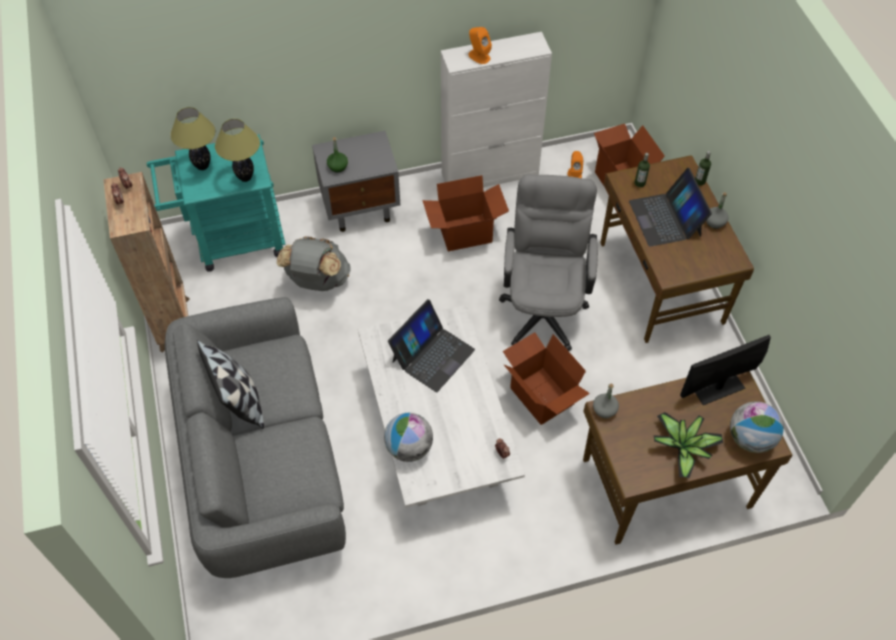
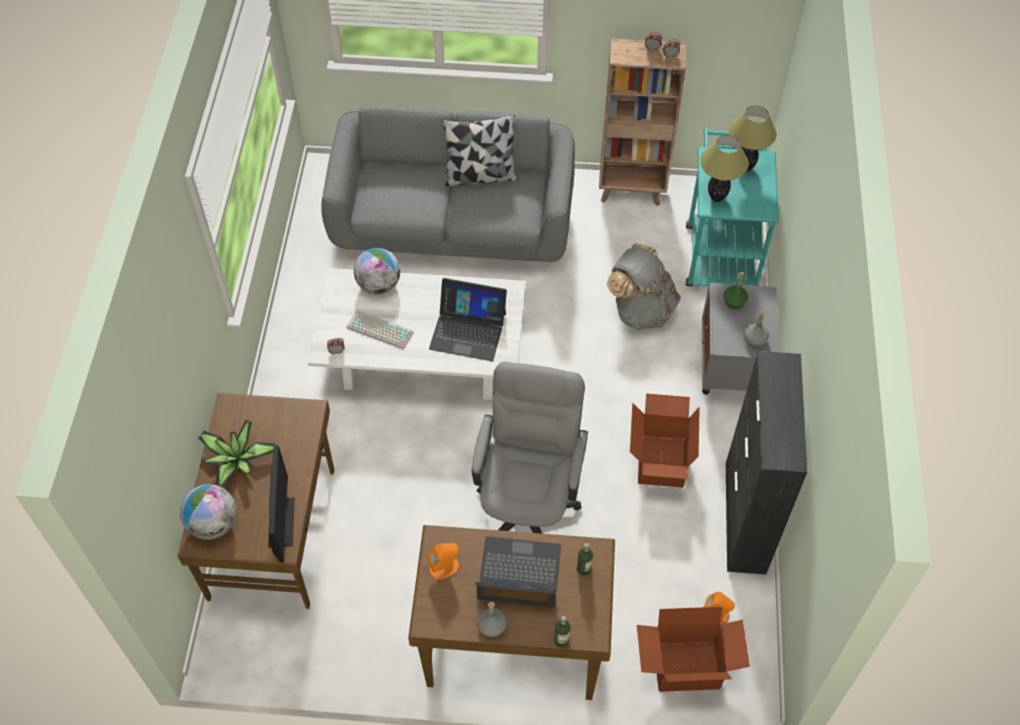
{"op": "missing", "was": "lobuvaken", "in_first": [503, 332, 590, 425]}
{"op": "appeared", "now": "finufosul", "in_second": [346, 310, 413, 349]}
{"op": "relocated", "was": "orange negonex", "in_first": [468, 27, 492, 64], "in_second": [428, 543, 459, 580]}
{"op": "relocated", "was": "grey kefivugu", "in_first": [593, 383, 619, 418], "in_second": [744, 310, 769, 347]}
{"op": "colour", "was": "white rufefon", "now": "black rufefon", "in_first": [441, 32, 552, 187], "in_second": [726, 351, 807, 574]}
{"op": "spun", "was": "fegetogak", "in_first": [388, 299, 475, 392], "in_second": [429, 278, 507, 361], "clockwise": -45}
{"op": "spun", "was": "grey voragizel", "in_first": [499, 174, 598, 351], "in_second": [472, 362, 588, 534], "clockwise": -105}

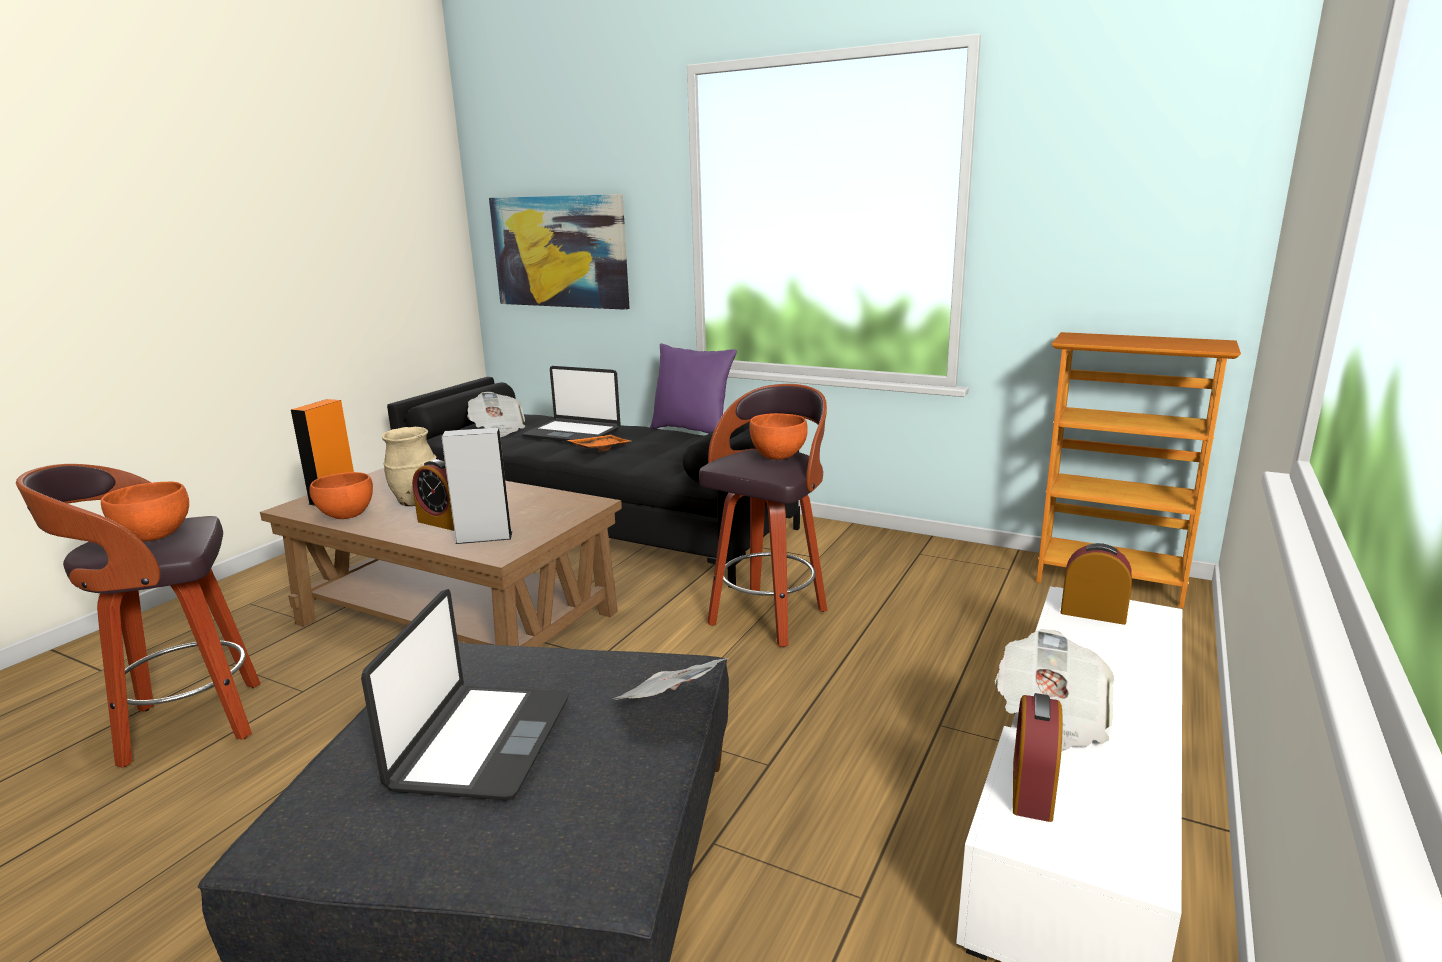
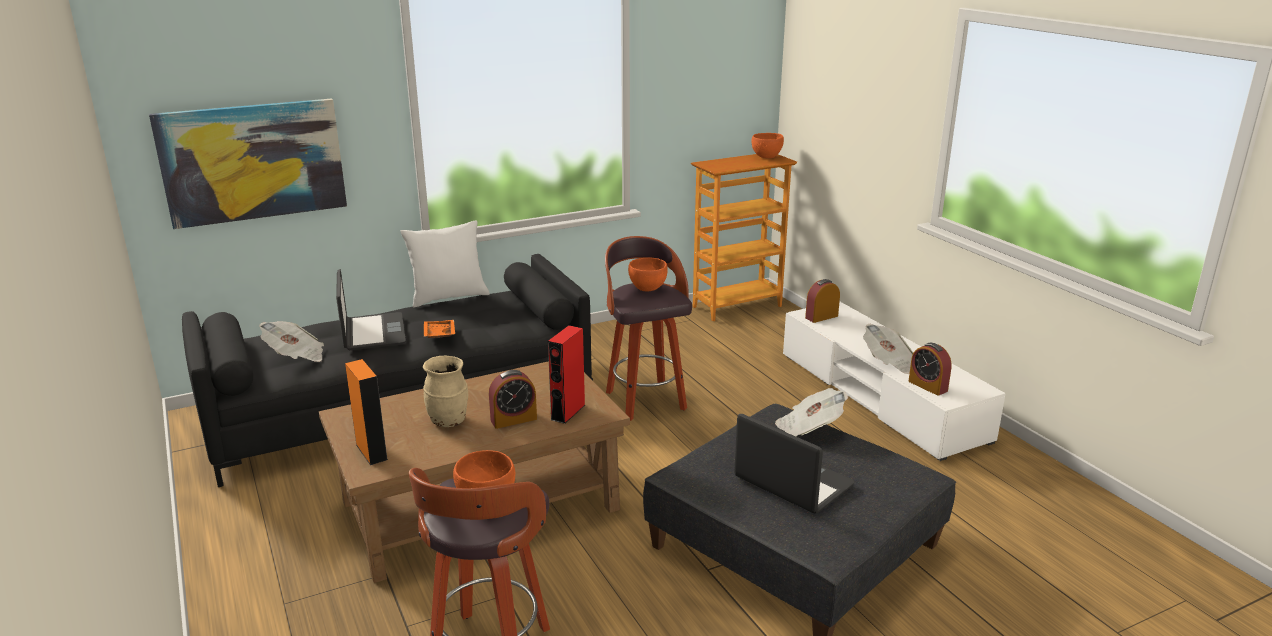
{"op": "relocated", "was": "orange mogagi", "in_first": [309, 472, 373, 519], "in_second": [751, 133, 784, 158]}
{"op": "colour", "was": "grey negonex", "now": "red negonex", "in_first": [441, 427, 512, 544], "in_second": [548, 325, 585, 424]}
{"op": "colour", "was": "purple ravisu", "now": "white ravisu", "in_first": [650, 343, 737, 433], "in_second": [401, 220, 490, 308]}
{"op": "spun", "was": "fegetogak", "in_first": [523, 366, 621, 442], "in_second": [336, 269, 406, 350], "clockwise": -75}

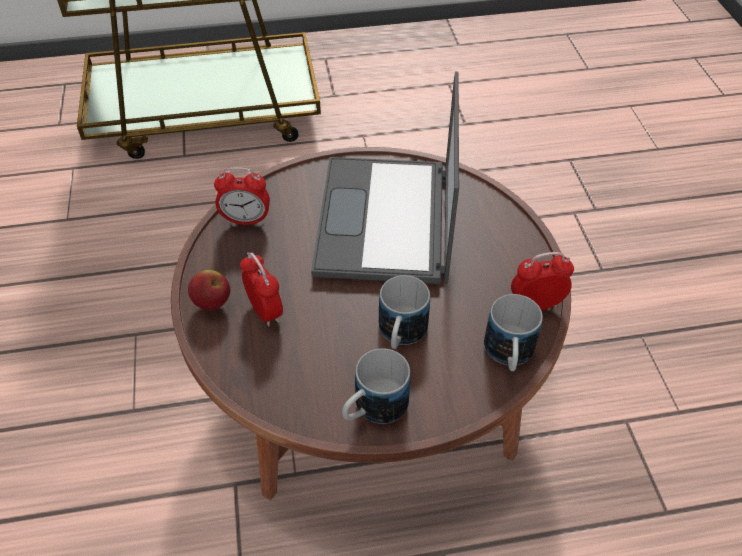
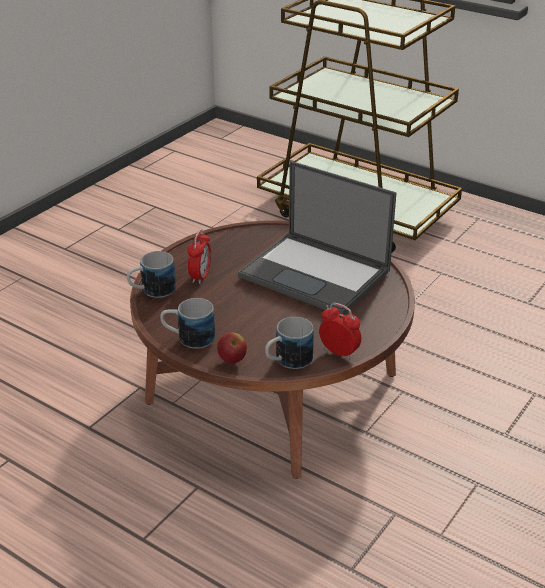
{"op": "missing", "was": "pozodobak", "in_first": [214, 167, 270, 225]}
{"op": "relocated", "was": "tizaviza", "in_first": [188, 270, 230, 310], "in_second": [217, 332, 247, 363]}
{"op": "relocated", "was": "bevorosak", "in_first": [379, 275, 430, 349], "in_second": [127, 251, 176, 298]}
{"op": "spun", "was": "fegetogak", "in_first": [311, 72, 459, 284], "in_second": [238, 161, 397, 315], "clockwise": -105}

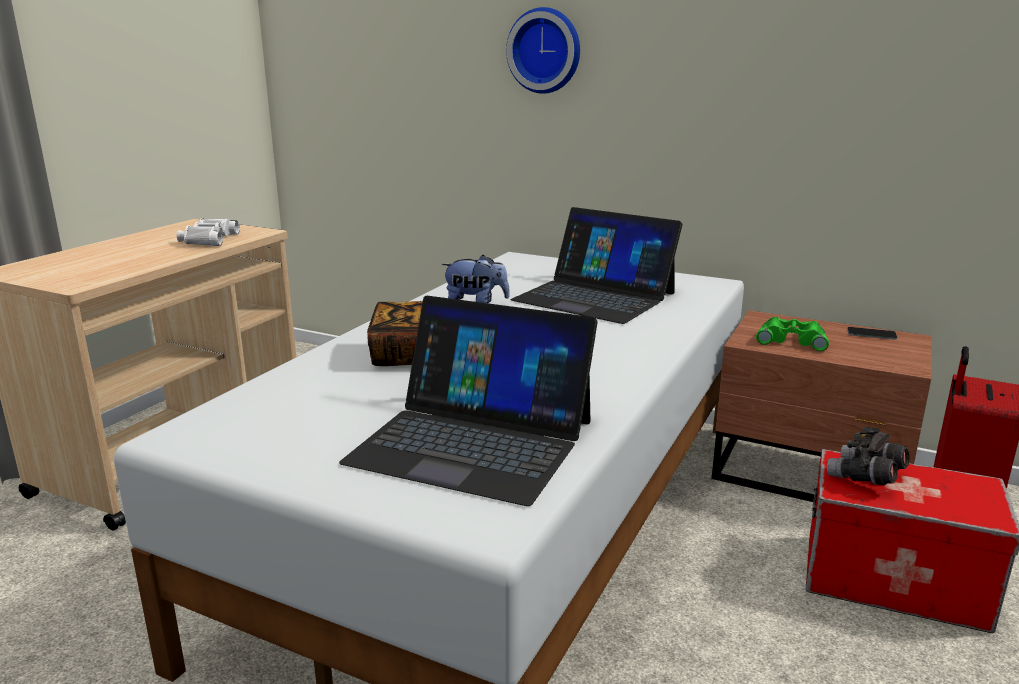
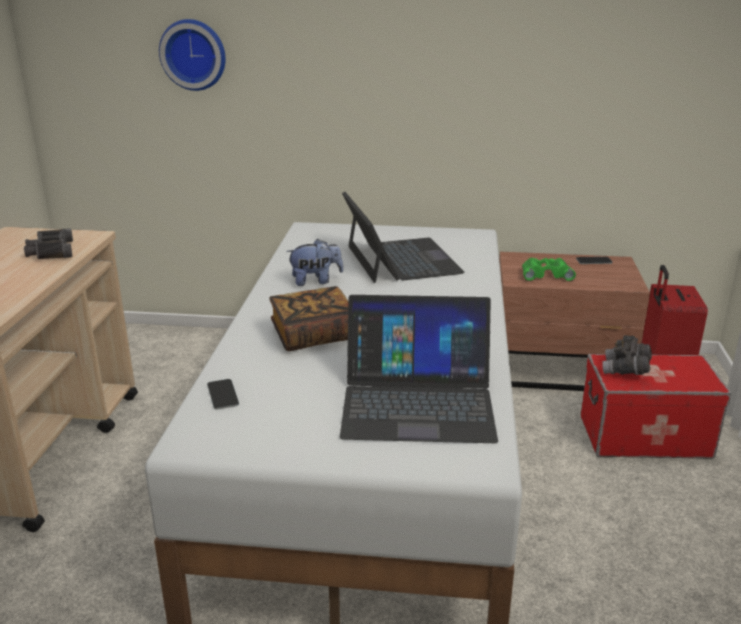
{"op": "appeared", "now": "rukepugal", "in_second": [207, 379, 239, 410]}
{"op": "relocated", "was": "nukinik", "in_first": [506, 7, 580, 94], "in_second": [159, 19, 226, 91]}
{"op": "colour", "was": "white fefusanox", "now": "black fefusanox", "in_first": [177, 219, 240, 246], "in_second": [24, 228, 73, 259]}
{"op": "spun", "was": "fegetogak", "in_first": [511, 207, 683, 324], "in_second": [342, 192, 465, 283], "clockwise": -120}

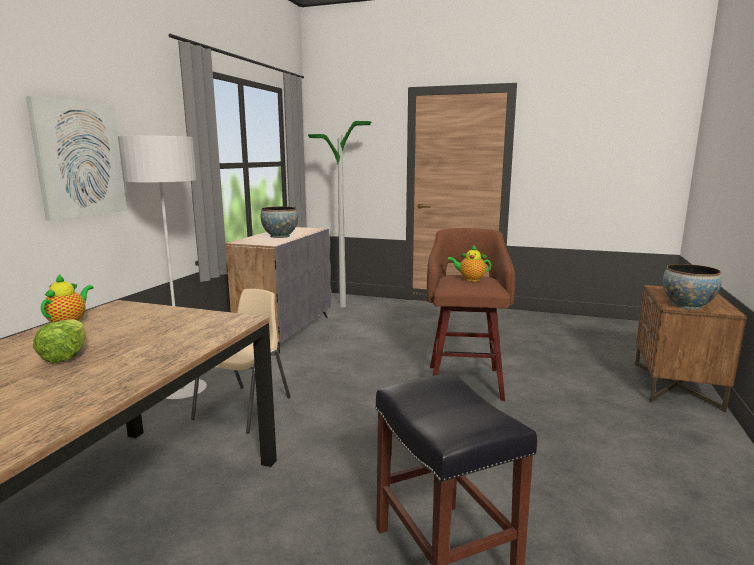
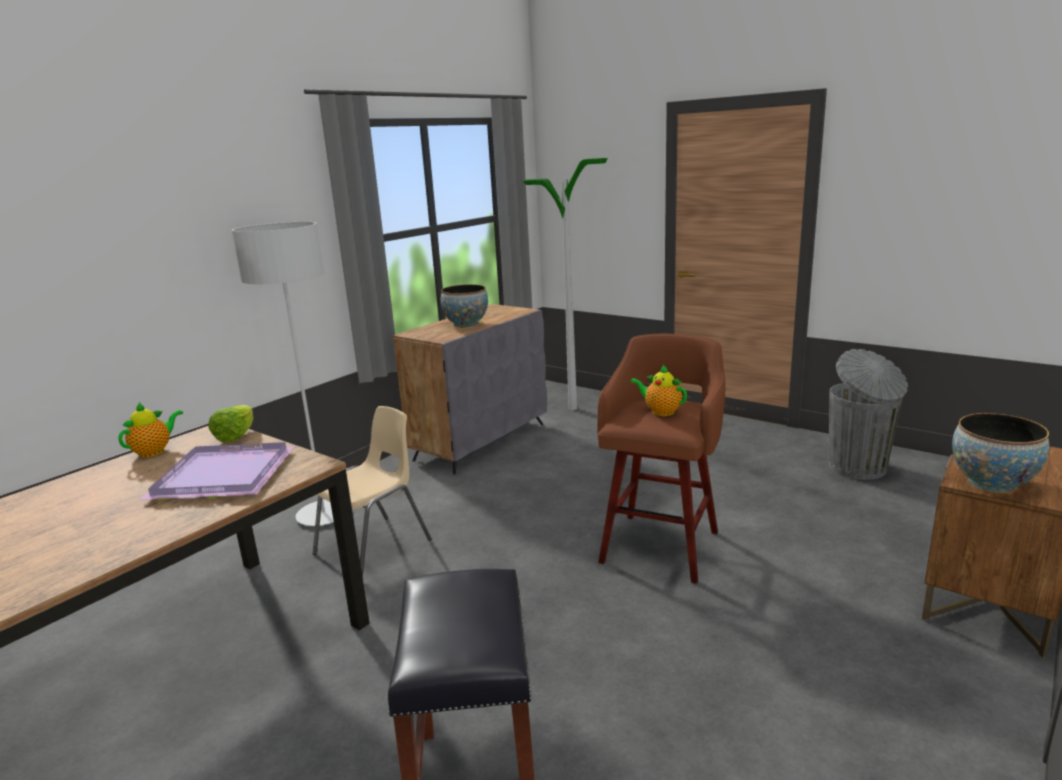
{"op": "missing", "was": "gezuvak", "in_first": [26, 96, 127, 221]}
{"op": "appeared", "now": "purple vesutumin", "in_second": [139, 442, 295, 501]}
{"op": "appeared", "now": "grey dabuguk", "in_second": [829, 349, 908, 480]}
{"op": "relocated", "was": "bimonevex", "in_first": [33, 319, 86, 363], "in_second": [208, 405, 253, 443]}

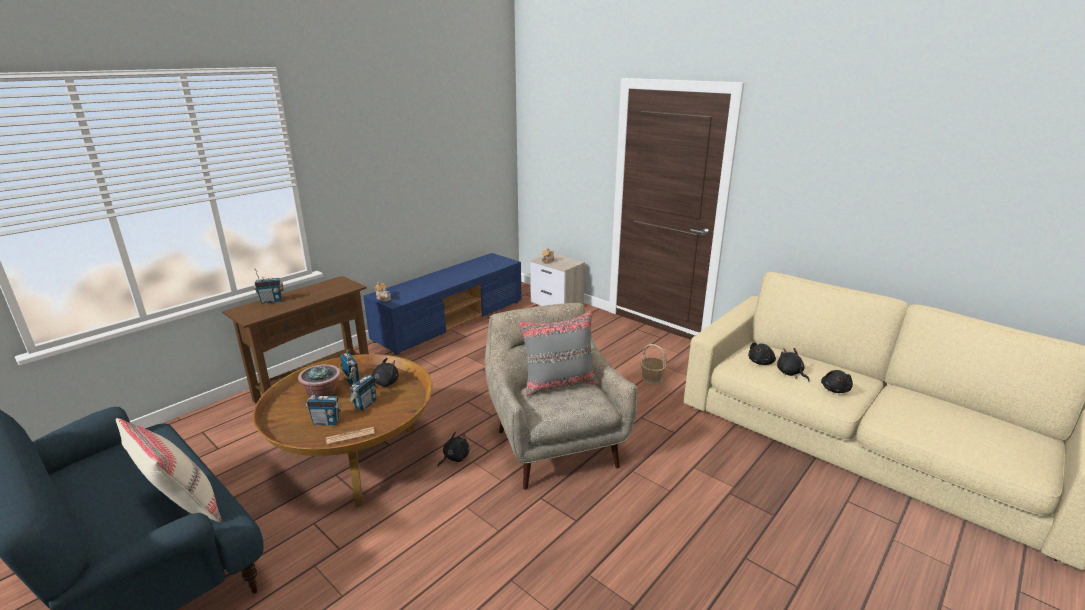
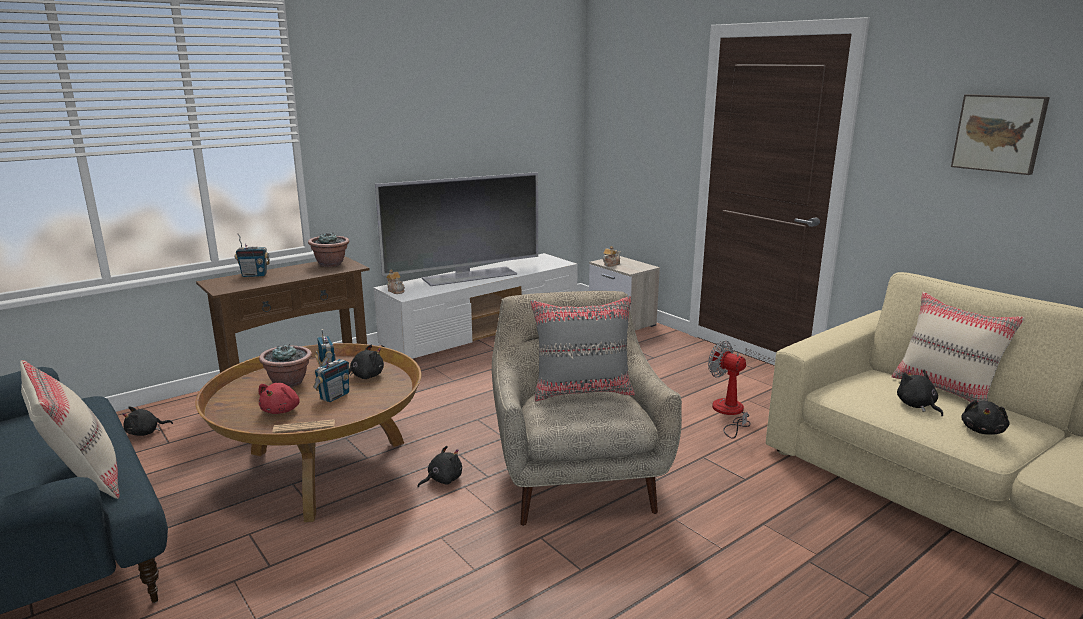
{"op": "appeared", "now": "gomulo", "in_second": [308, 233, 349, 267]}
{"op": "appeared", "now": "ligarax", "in_second": [375, 172, 538, 286]}
{"op": "appeared", "now": "beige ravisu", "in_second": [892, 292, 1025, 403]}
{"op": "appeared", "now": "gezuvak", "in_second": [951, 94, 1050, 175]}
{"op": "relocated", "was": "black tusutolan", "in_first": [748, 342, 776, 365], "in_second": [122, 407, 173, 436]}
{"op": "exchanged", "was": "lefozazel", "now": "red tusutolan", "in_first": [306, 383, 342, 426], "in_second": [259, 383, 300, 414]}
{"op": "exchanged", "was": "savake", "now": "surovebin", "in_first": [640, 344, 667, 384], "in_second": [708, 340, 751, 439]}
{"op": "colour", "was": "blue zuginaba", "now": "white zuginaba", "in_first": [363, 253, 522, 355], "in_second": [374, 253, 578, 359]}

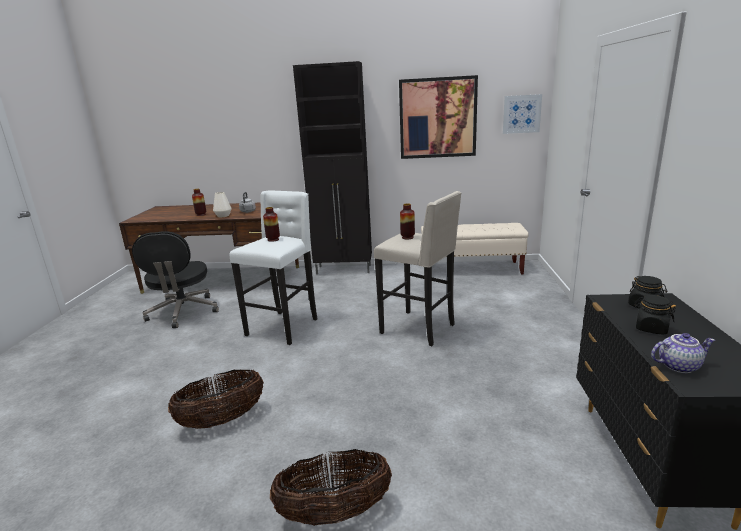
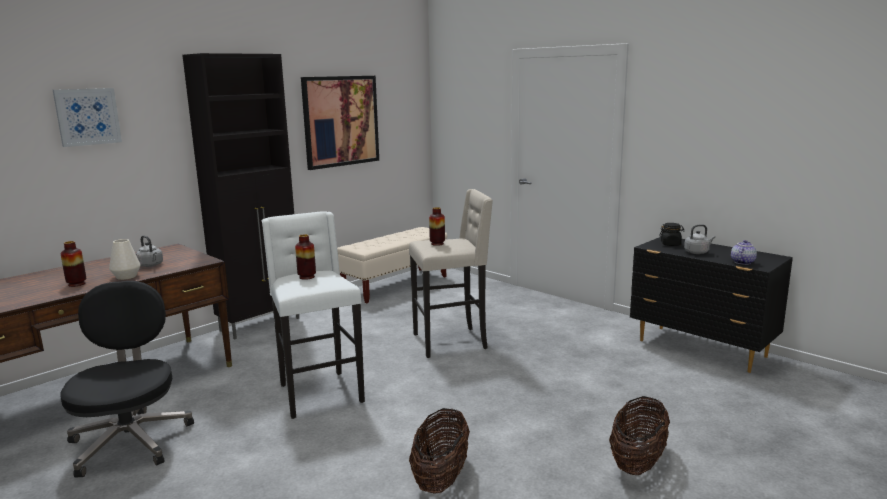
{"op": "relocated", "was": "gezuvak", "in_first": [503, 94, 542, 134], "in_second": [53, 88, 122, 147]}
{"op": "exchanged", "was": "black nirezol", "now": "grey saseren", "in_first": [634, 295, 676, 335], "in_second": [684, 224, 715, 254]}
{"op": "spun", "was": "black voragizel", "in_first": [132, 231, 219, 328], "in_second": [60, 281, 194, 478], "clockwise": -135}

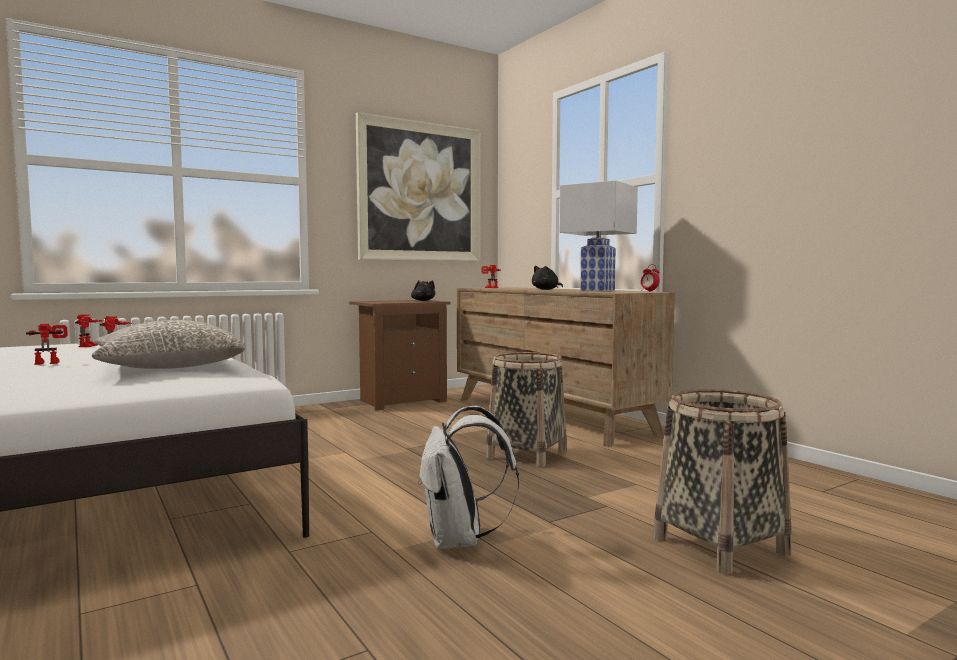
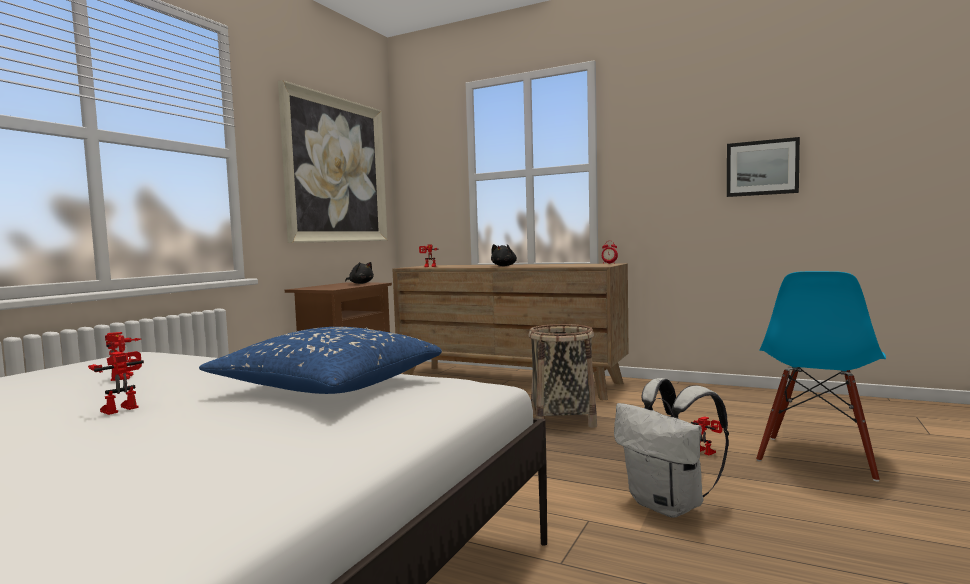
{"op": "missing", "was": "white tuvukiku", "in_first": [560, 180, 638, 292]}
{"op": "appeared", "now": "gezuvak", "in_second": [727, 137, 800, 197]}
{"op": "relocated", "was": "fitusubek", "in_first": [75, 314, 104, 347], "in_second": [691, 416, 722, 455]}
{"op": "exchanged", "was": "savake", "now": "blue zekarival", "in_first": [653, 389, 792, 574], "in_second": [756, 271, 886, 482]}
{"op": "colour", "was": "grey ravisu", "now": "blue ravisu", "in_first": [92, 320, 246, 369], "in_second": [199, 327, 442, 394]}

